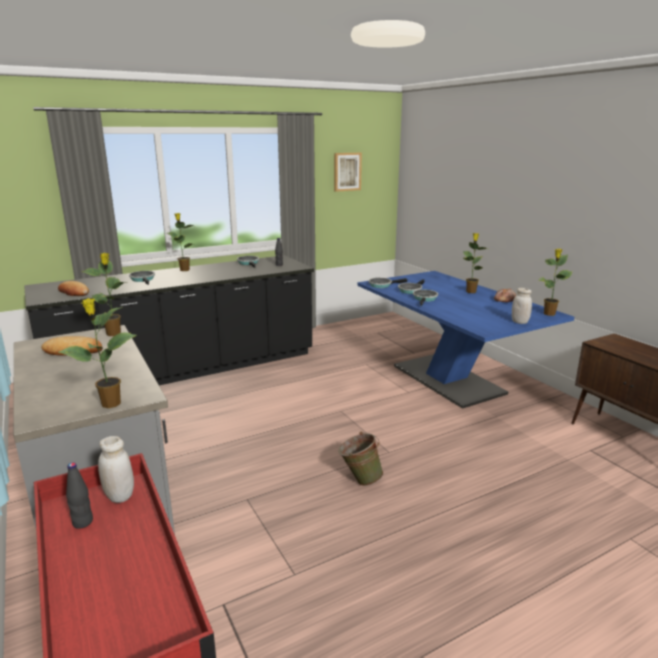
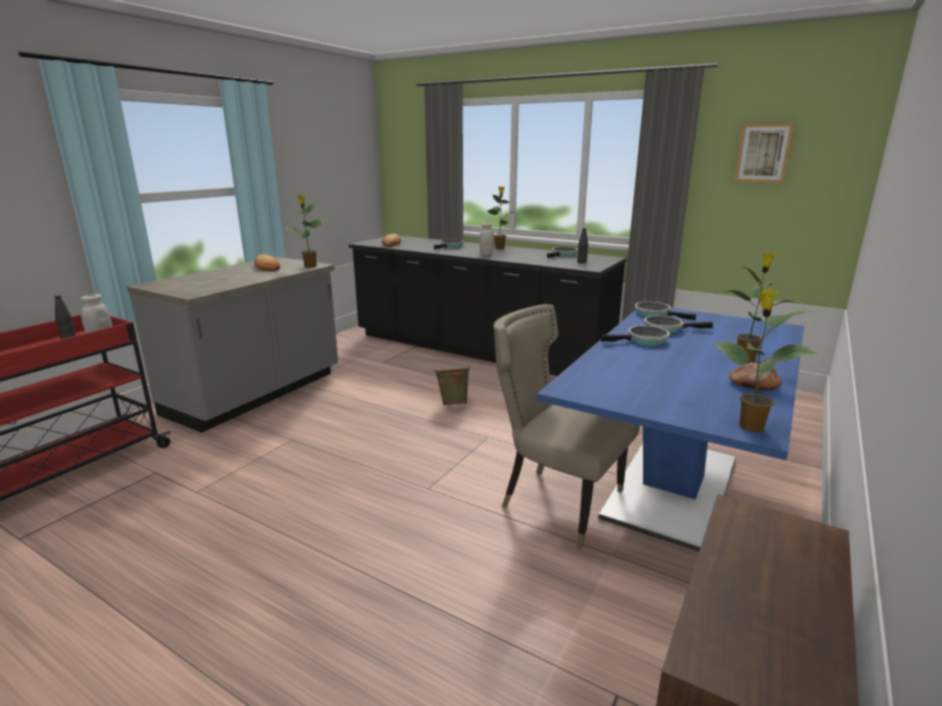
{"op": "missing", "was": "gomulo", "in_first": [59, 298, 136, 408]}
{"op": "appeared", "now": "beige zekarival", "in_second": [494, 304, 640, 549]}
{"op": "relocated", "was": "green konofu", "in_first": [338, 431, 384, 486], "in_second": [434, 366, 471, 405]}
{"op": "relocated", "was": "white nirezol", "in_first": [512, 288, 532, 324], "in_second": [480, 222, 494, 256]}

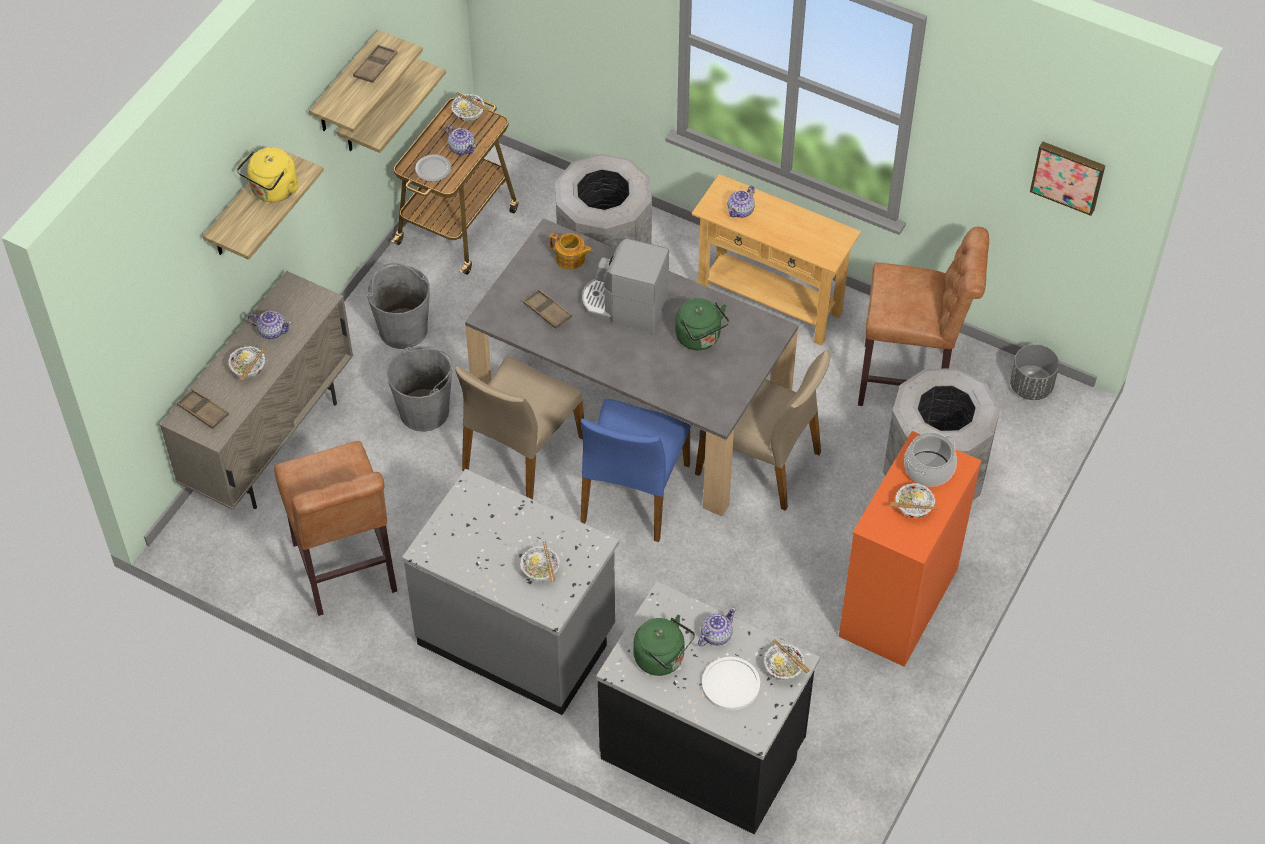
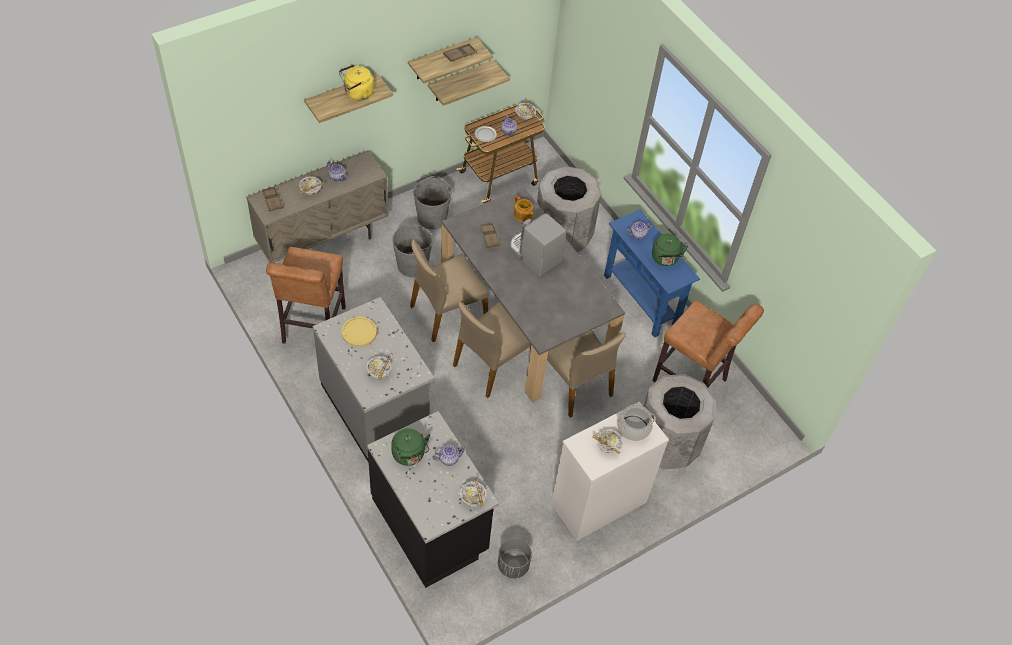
{"op": "missing", "was": "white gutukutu", "in_first": [702, 657, 760, 710]}
{"op": "missing", "was": "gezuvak", "in_first": [1030, 141, 1105, 216]}
{"op": "appeared", "now": "yellow gutukutu", "in_second": [342, 316, 377, 347]}
{"op": "relocated", "was": "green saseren", "in_first": [675, 298, 729, 350], "in_second": [652, 234, 688, 266]}
{"op": "relocated", "was": "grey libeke", "in_first": [1010, 344, 1059, 400], "in_second": [498, 538, 532, 578]}
{"op": "colour", "was": "blue zekarival", "now": "beige zekarival", "in_first": [580, 399, 691, 542], "in_second": [453, 301, 531, 398]}
{"op": "colour", "was": "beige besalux", "now": "blue besalux", "in_first": [691, 174, 861, 346], "in_second": [604, 209, 700, 338]}
{"op": "colour", "was": "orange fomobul", "now": "white fomobul", "in_first": [839, 431, 982, 667], "in_second": [551, 402, 669, 541]}

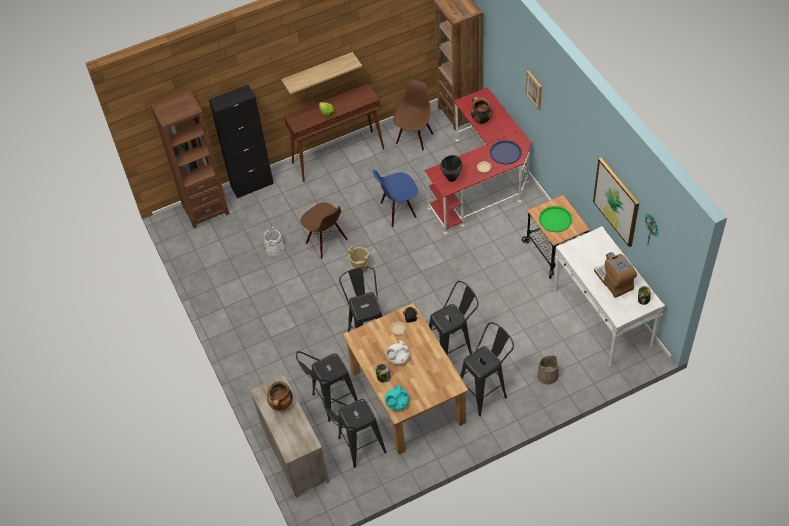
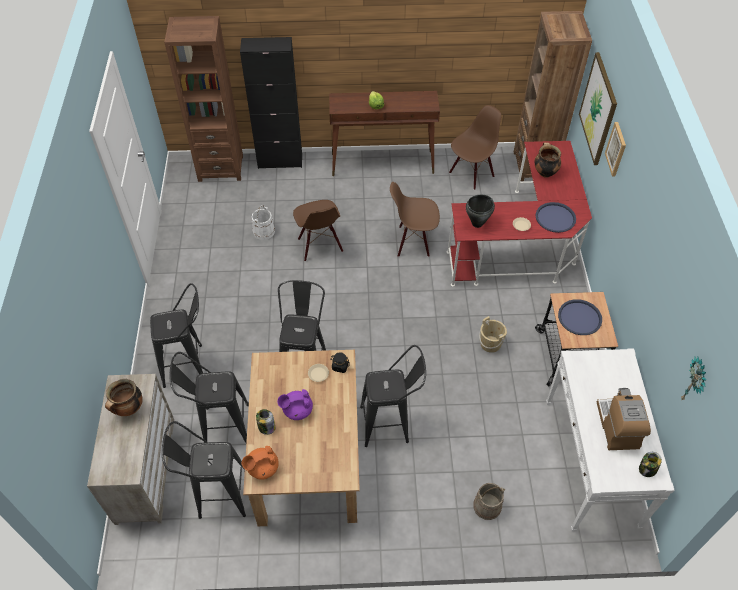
{"op": "missing", "was": "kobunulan", "in_first": [281, 52, 362, 95]}
{"op": "relocated", "was": "beige konofu", "in_first": [348, 246, 369, 273], "in_second": [479, 316, 507, 353]}
{"op": "relocated", "was": "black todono", "in_first": [460, 322, 514, 416], "in_second": [150, 283, 203, 388]}
{"op": "relocated", "was": "gezuvak", "in_first": [593, 158, 639, 247], "in_second": [579, 52, 617, 165]}
{"op": "colour", "was": "blue zekarival", "now": "brown zekarival", "in_first": [372, 170, 418, 227], "in_second": [390, 182, 440, 257]}
{"op": "colour", "was": "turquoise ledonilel", "now": "orange ledonilel", "in_first": [385, 385, 409, 410], "in_second": [242, 446, 279, 480]}
{"op": "colour", "was": "white ledonilel", "now": "purple ledonilel", "in_first": [386, 340, 410, 365], "in_second": [277, 389, 313, 420]}
{"op": "colour", "was": "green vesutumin", "now": "blue vesutumin", "in_first": [539, 206, 572, 232], "in_second": [558, 299, 602, 335]}

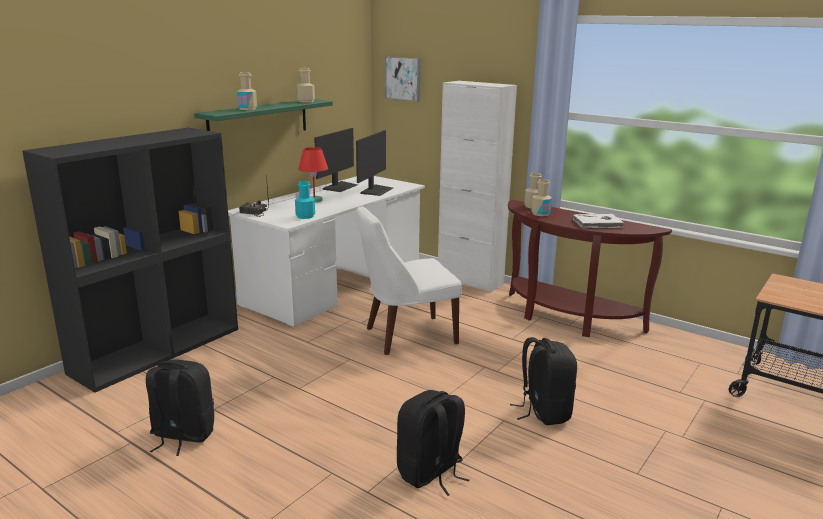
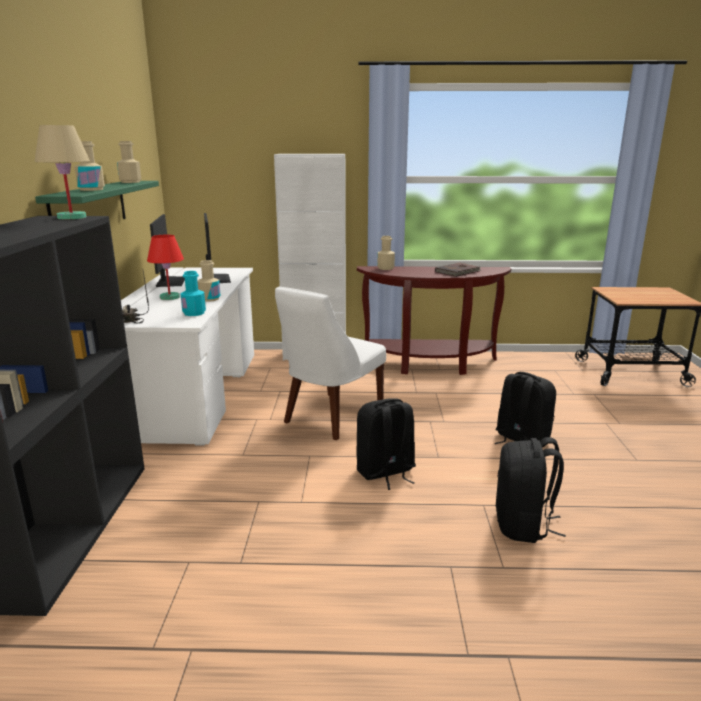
{"op": "missing", "was": "gezuvak", "in_first": [385, 57, 421, 102]}
{"op": "appeared", "now": "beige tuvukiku", "in_second": [34, 125, 90, 219]}
{"op": "relocated", "was": "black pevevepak", "in_first": [146, 359, 214, 456], "in_second": [357, 398, 416, 490]}
{"op": "relocated", "was": "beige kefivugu", "in_first": [531, 179, 552, 216], "in_second": [198, 260, 221, 302]}
{"op": "colour", "was": "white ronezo", "now": "brown ronezo", "in_first": [573, 214, 625, 228], "in_second": [435, 263, 482, 277]}

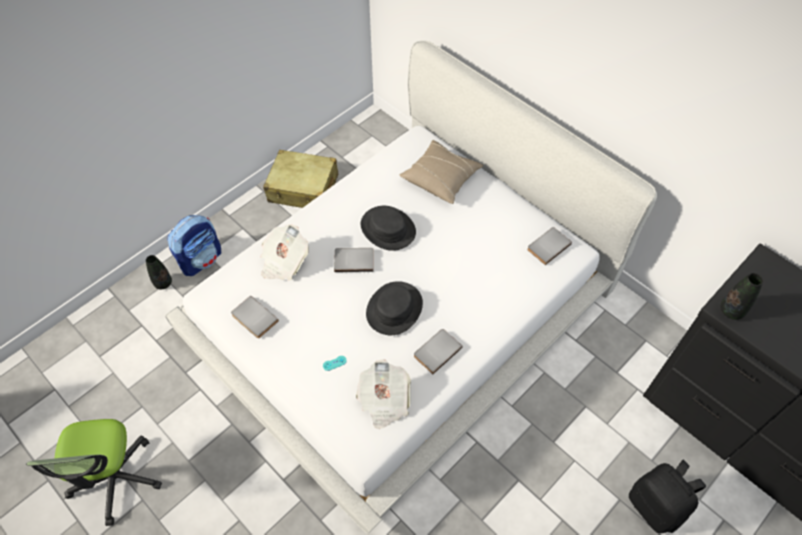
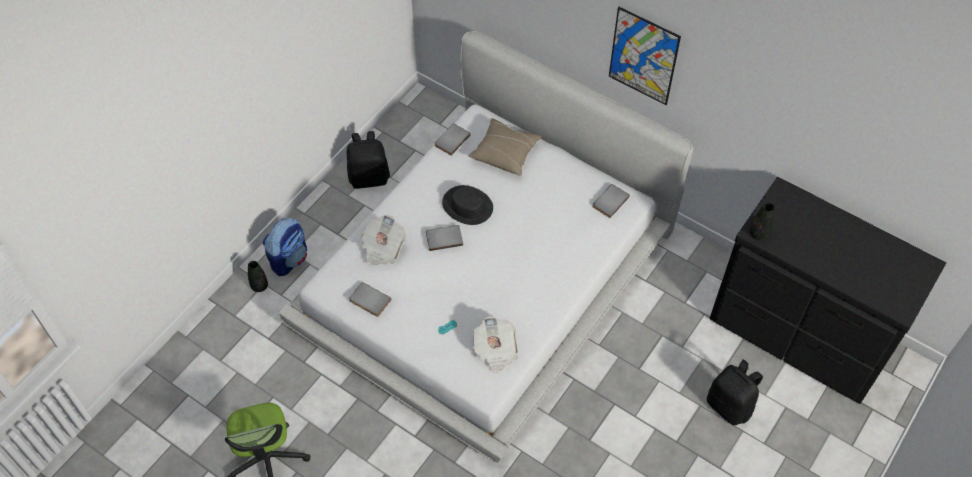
{"op": "missing", "was": "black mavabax", "in_first": [366, 281, 423, 335]}
{"op": "appeared", "now": "gezuvak", "in_second": [609, 7, 681, 105]}
{"op": "relocated", "was": "grey ronezo", "in_first": [414, 329, 463, 374], "in_second": [435, 123, 471, 155]}
{"op": "exchanged", "was": "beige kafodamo", "now": "black pevevepak", "in_first": [263, 150, 338, 208], "in_second": [347, 131, 390, 189]}

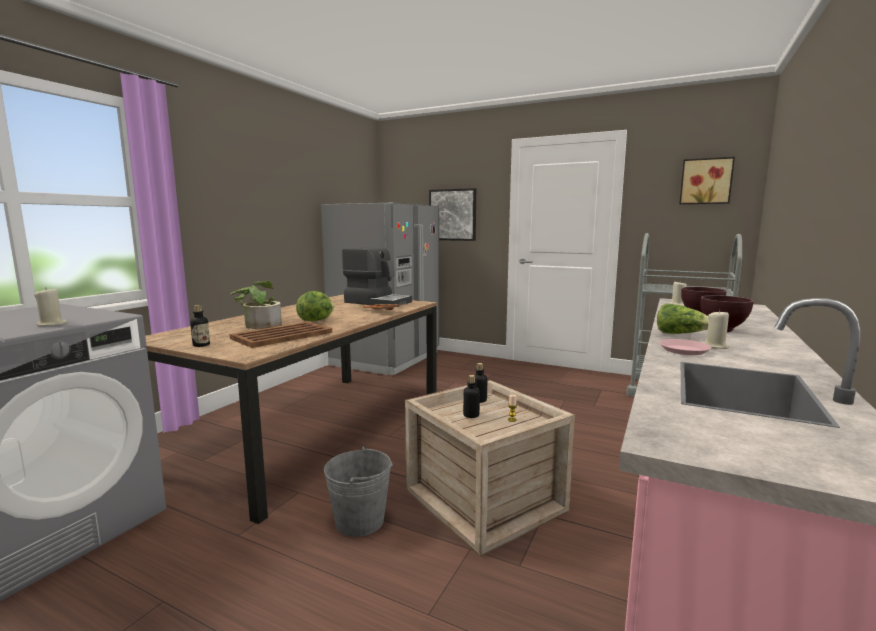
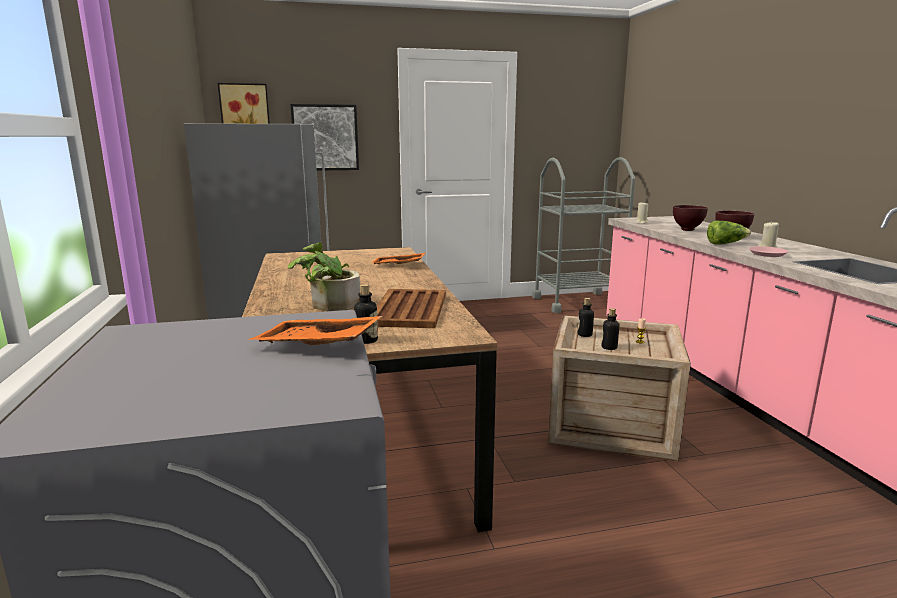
{"op": "missing", "was": "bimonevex", "in_first": [296, 291, 334, 321]}
{"op": "missing", "was": "grey konofu", "in_first": [324, 446, 393, 537]}
{"op": "missing", "was": "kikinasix", "in_first": [342, 247, 412, 306]}
{"op": "relocated", "was": "gezuvak", "in_first": [679, 157, 735, 204], "in_second": [218, 83, 270, 124]}
{"op": "exchanged", "was": "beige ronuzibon", "now": "orange vesutumin", "in_first": [34, 287, 67, 326], "in_second": [248, 316, 382, 345]}

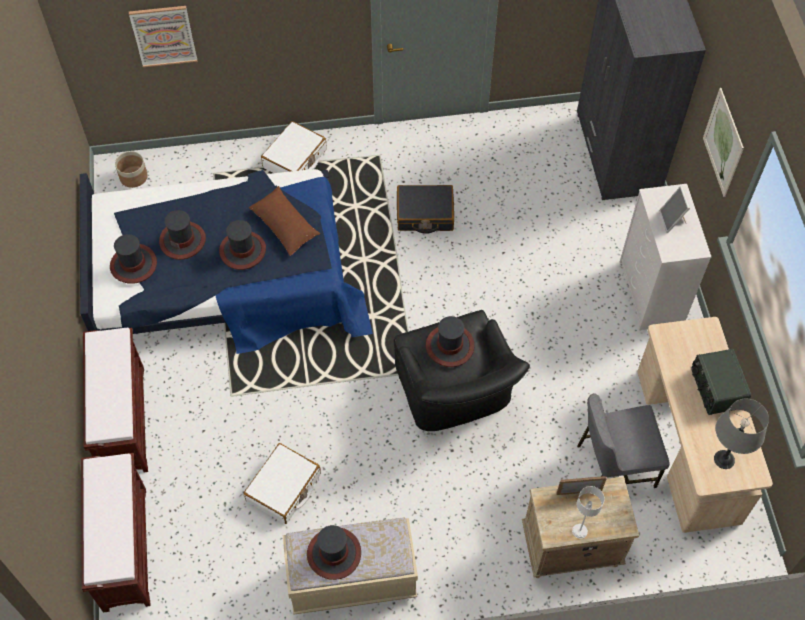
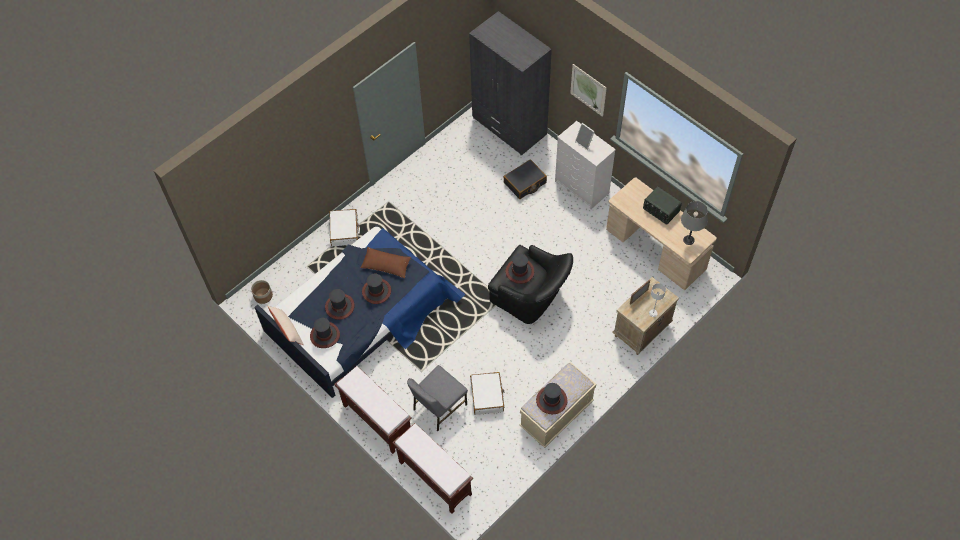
{"op": "missing", "was": "gezuvak", "in_first": [129, 6, 197, 67]}
{"op": "appeared", "now": "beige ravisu", "in_second": [268, 306, 304, 345]}
{"op": "relocated", "was": "black kafodamo", "in_first": [397, 185, 454, 234], "in_second": [503, 159, 547, 199]}
{"op": "relocated", "was": "grey zekarival", "in_first": [577, 393, 670, 488], "in_second": [407, 365, 468, 431]}

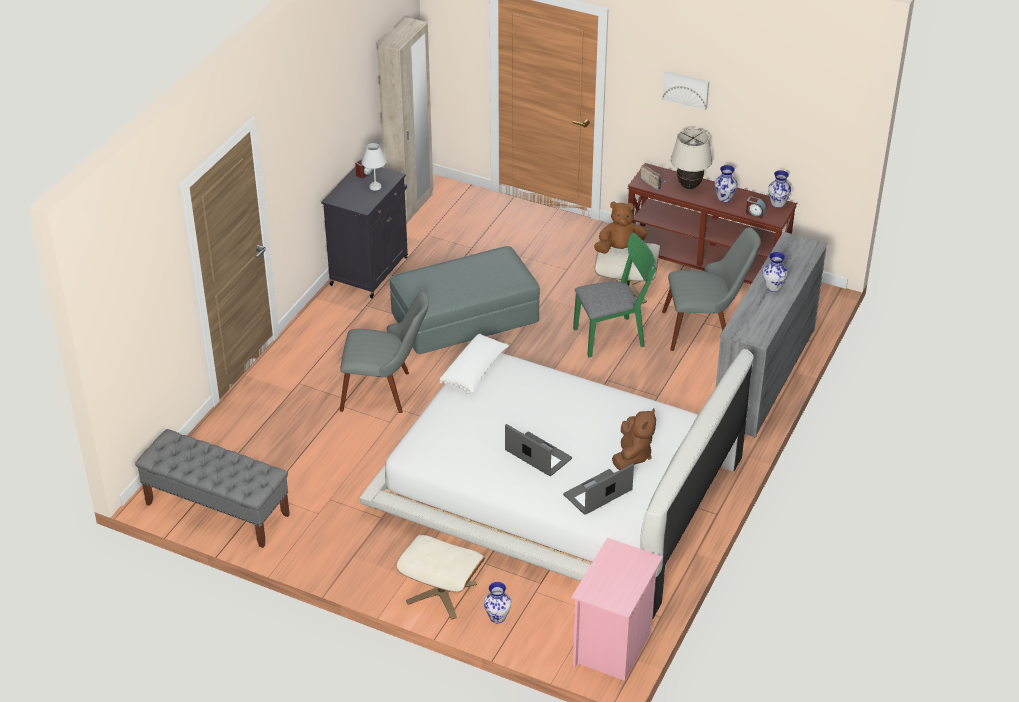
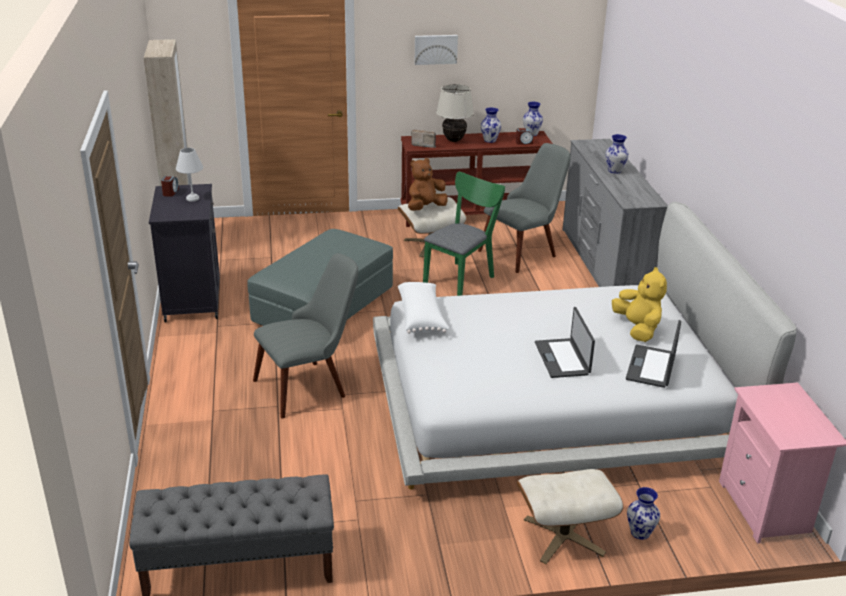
{"op": "colour", "was": "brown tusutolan", "now": "yellow tusutolan", "in_first": [612, 408, 656, 470], "in_second": [612, 267, 667, 342]}
{"op": "spun", "was": "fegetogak", "in_first": [505, 424, 572, 476], "in_second": [535, 307, 595, 378], "clockwise": -105}

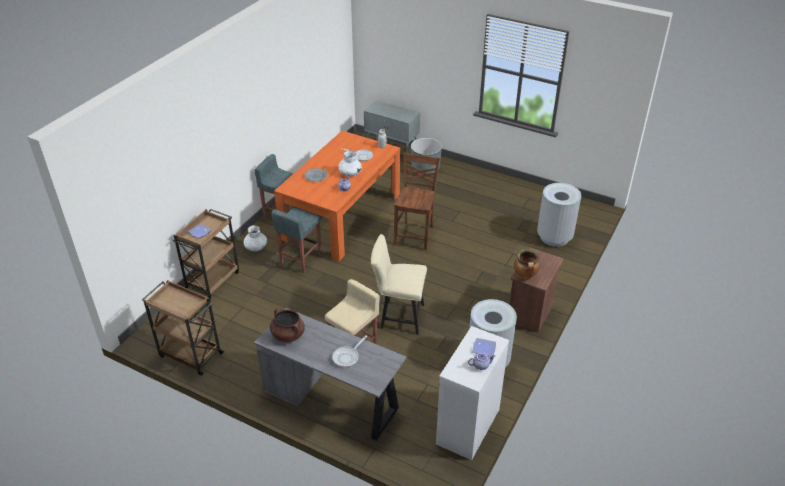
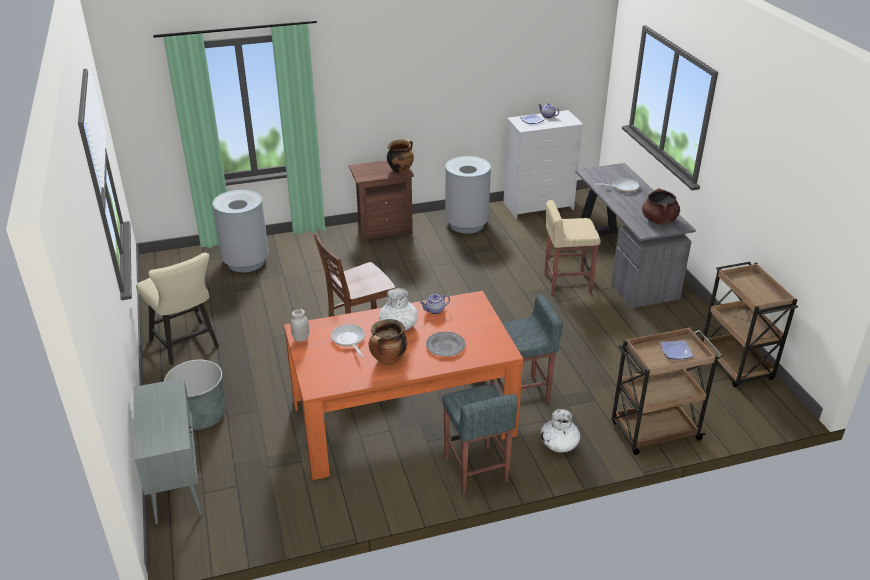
{"op": "appeared", "now": "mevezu", "in_second": [369, 319, 407, 366]}
{"op": "relocated", "was": "beige zekarival", "in_first": [371, 234, 427, 335], "in_second": [136, 252, 219, 365]}

